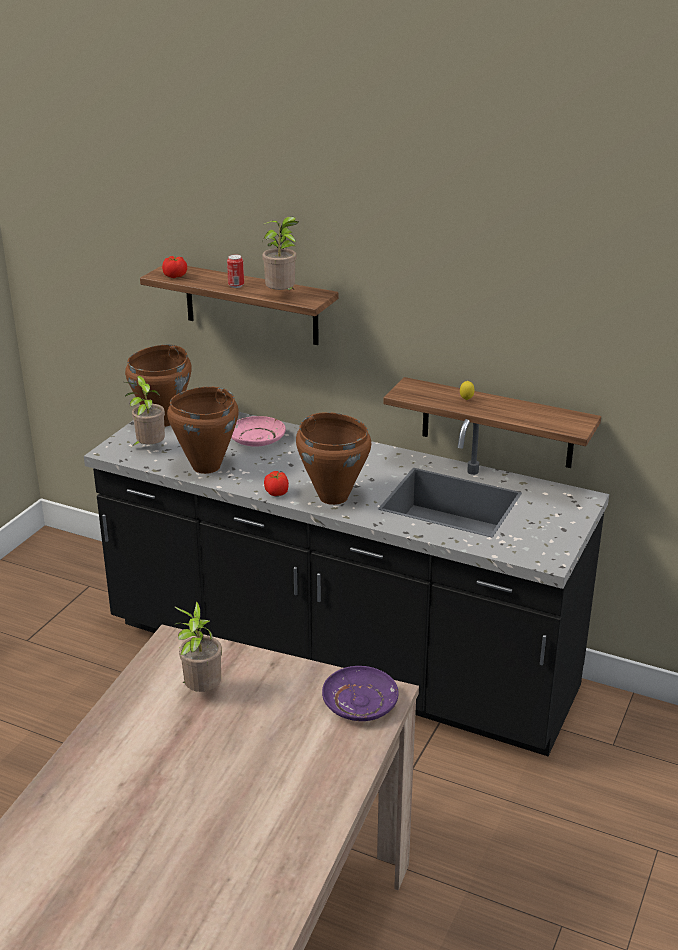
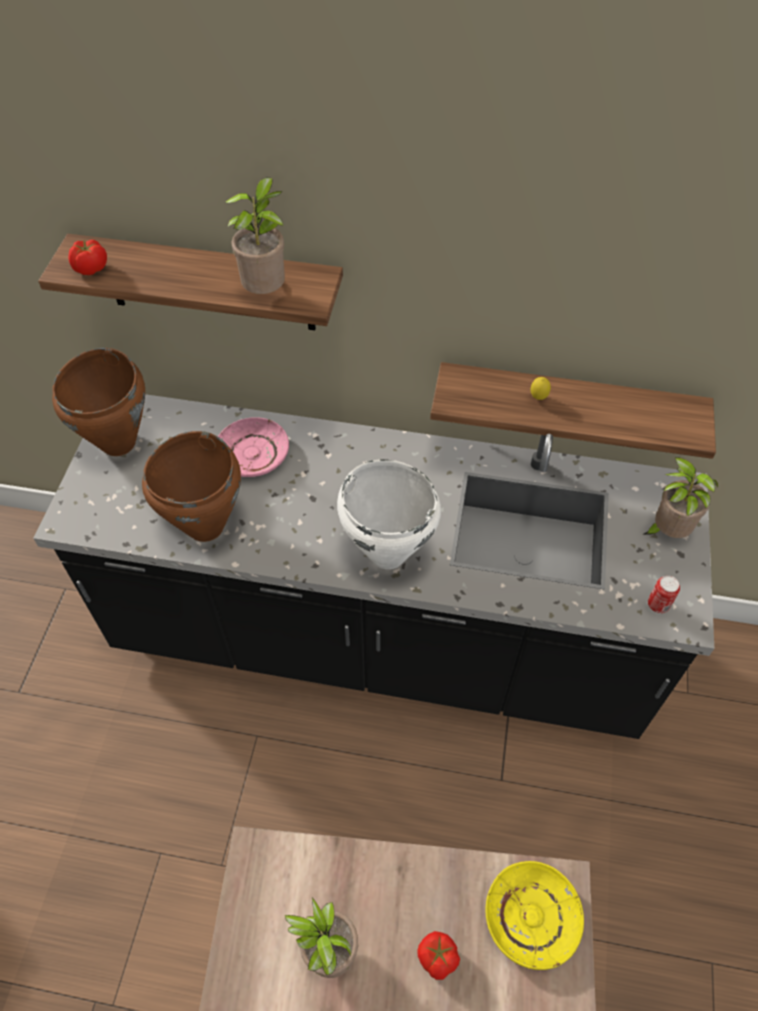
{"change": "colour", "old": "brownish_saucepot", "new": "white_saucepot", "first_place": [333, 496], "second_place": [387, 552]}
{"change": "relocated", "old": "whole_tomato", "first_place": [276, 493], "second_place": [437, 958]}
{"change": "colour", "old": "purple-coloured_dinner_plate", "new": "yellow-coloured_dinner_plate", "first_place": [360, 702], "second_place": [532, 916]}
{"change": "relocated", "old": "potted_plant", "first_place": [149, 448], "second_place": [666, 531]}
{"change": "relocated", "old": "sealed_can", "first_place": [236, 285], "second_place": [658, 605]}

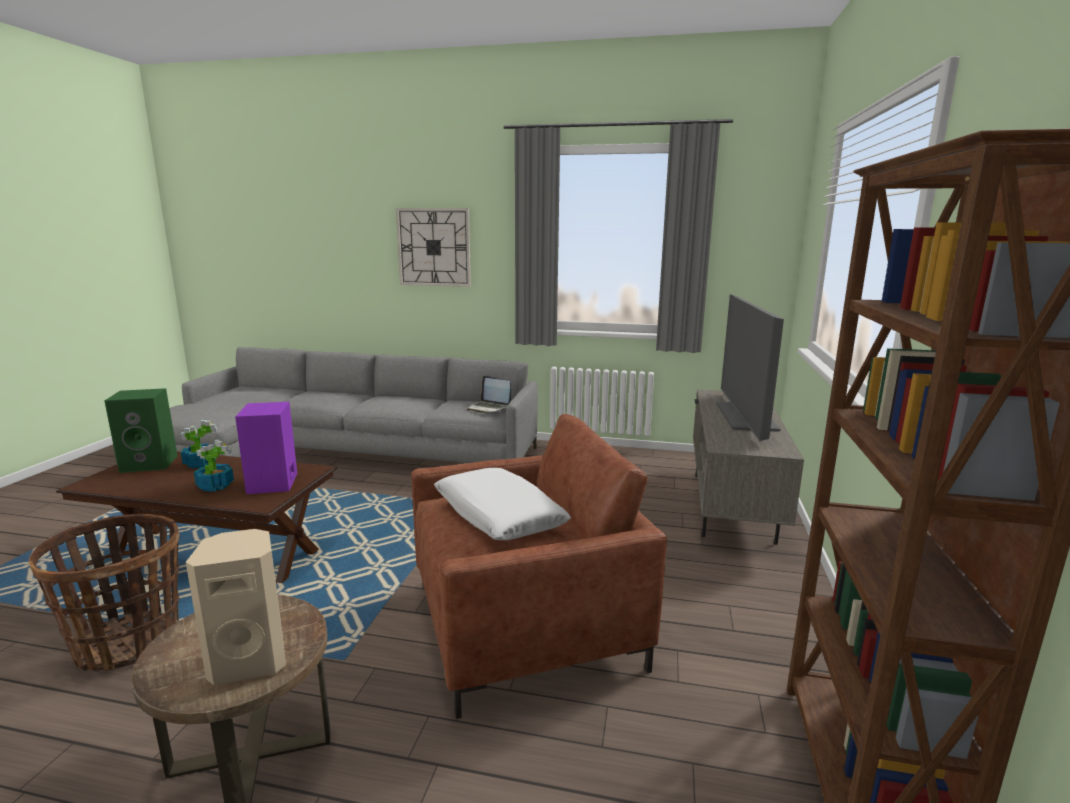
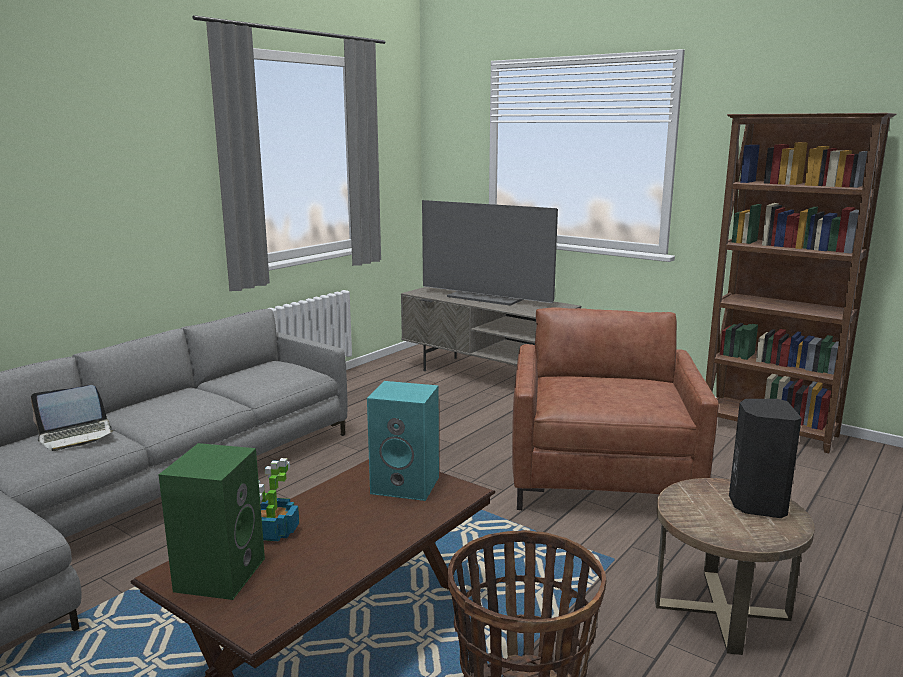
{"change": "relocated", "old": "laptop", "first_place": [489, 408], "second_place": [76, 436]}
{"change": "colour", "old": "purple-coloured_speaker", "new": "blue-green_speaker", "first_place": [273, 484], "second_place": [407, 485]}
{"change": "colour", "old": "beige-coloured_speaker", "new": "black_speaker", "first_place": [250, 661], "second_place": [755, 505]}
{"change": "missing", "old": "potted_plant", "first_place": [215, 486]}
{"change": "missing", "old": "clock_on_the_wall", "first_place": [434, 247]}
{"change": "missing", "old": "white_pillow", "first_place": [498, 516]}

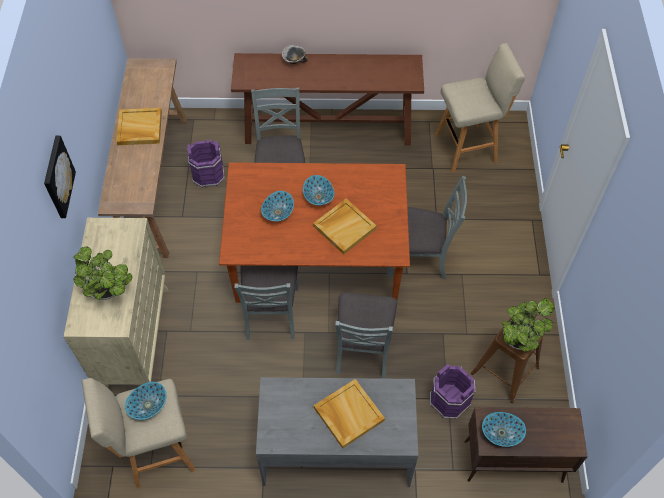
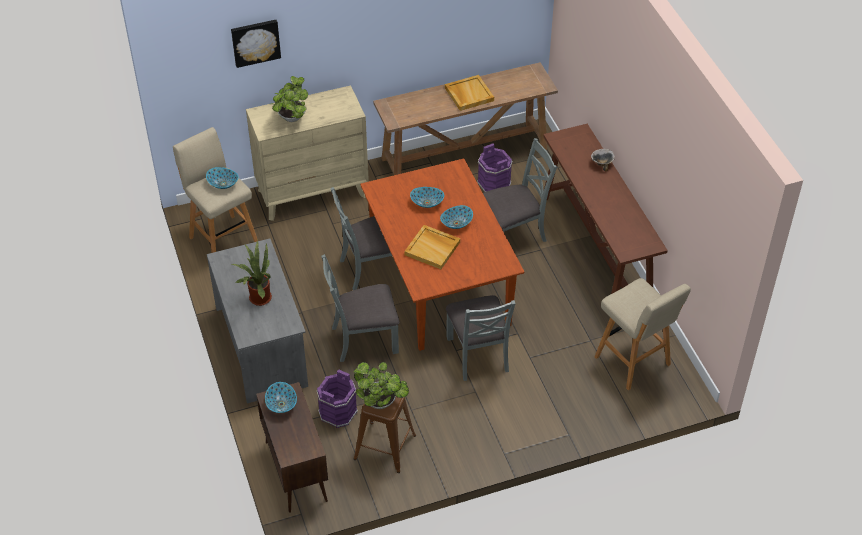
{"change": "relocated", "old": "picture", "first_place": [57, 177], "second_place": [255, 42]}
{"change": "exchanged", "old": "beige-coloured_serving_tray", "new": "potted_plant", "first_place": [348, 414], "second_place": [258, 297]}

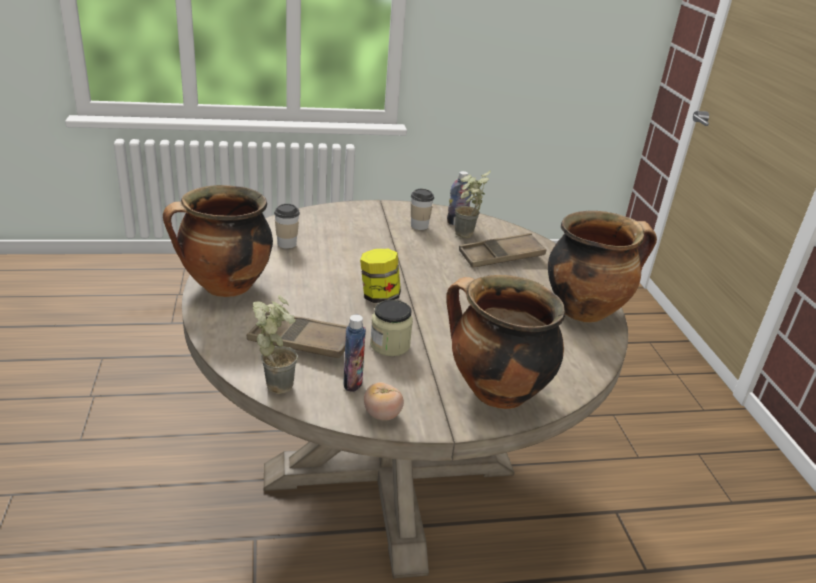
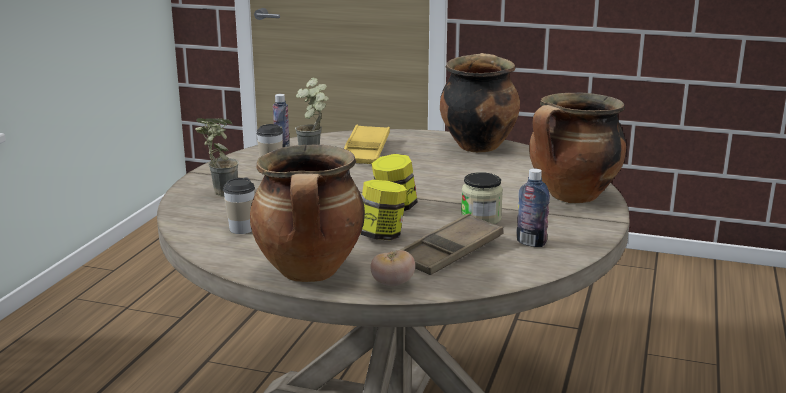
{"change": "relocated", "old": "potted_plant", "first_place": [276, 381], "second_place": [218, 193]}
{"change": "colour", "old": "brownish_serving_tray", "new": "yellow-coloured_serving_tray", "first_place": [501, 256], "second_place": [365, 151]}
{"change": "appeared", "new": "preserve_jar", "second_place": [382, 236]}
{"change": "relocated", "old": "whole_tomato", "first_place": [382, 415], "second_place": [392, 284]}

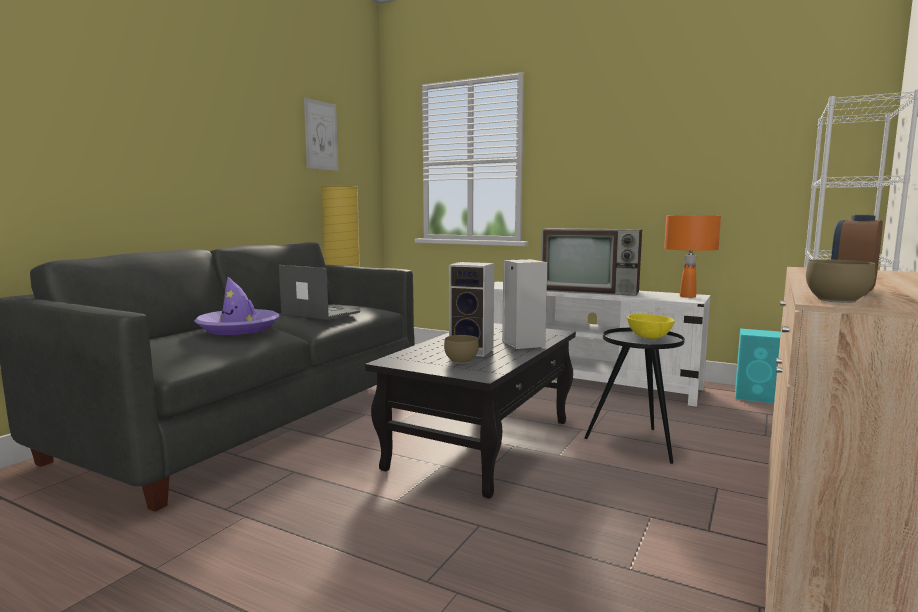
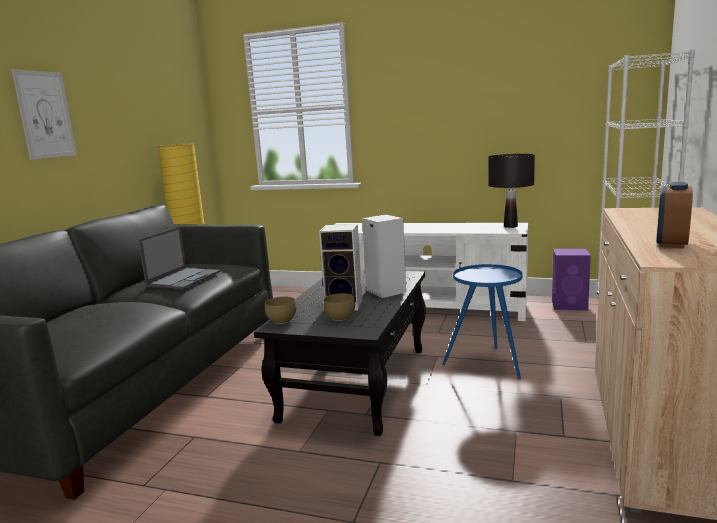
{"change": "relocated", "old": "picture", "first_place": [321, 135], "second_place": [45, 115]}
{"change": "spun", "old": "laptop", "first_place": [319, 313], "second_place": [184, 278], "degrees": 90}
{"change": "relocated", "old": "brownish_bowl", "first_place": [838, 301], "second_place": [282, 321]}
{"change": "colour", "old": "black_end_table", "new": "blue_end_table", "first_place": [636, 445], "second_place": [487, 365]}
{"change": "colour", "old": "orange-coloured_lamp_for_a_table", "new": "black_lamp_for_a_table", "first_place": [687, 296], "second_place": [510, 226]}
{"change": "colour", "old": "blue-green_speaker", "new": "purple-coloured_speaker", "first_place": [756, 396], "second_place": [570, 305]}
{"change": "missing", "old": "purple-coloured_hat", "first_place": [238, 328]}
{"change": "missing", "old": "TV_set", "first_place": [591, 291]}
{"change": "missing", "old": "yellow-coloured_bowl", "first_place": [649, 337]}

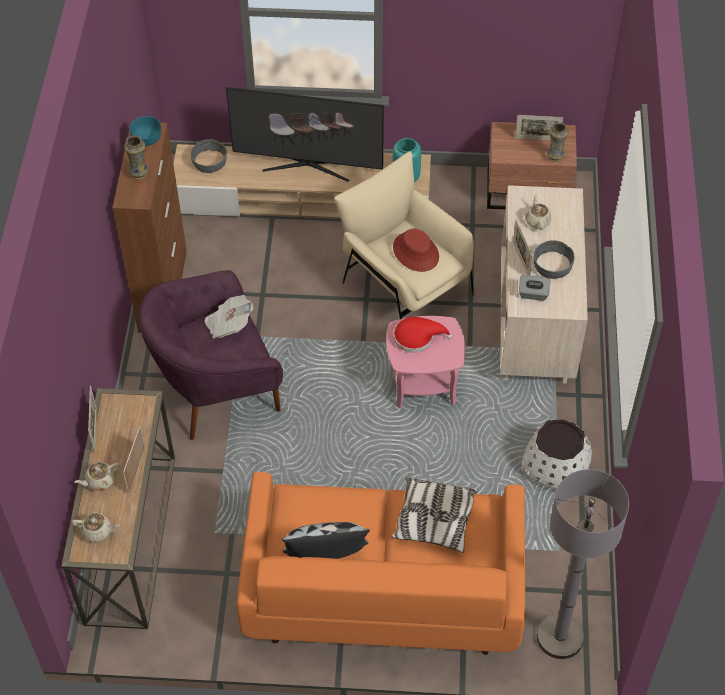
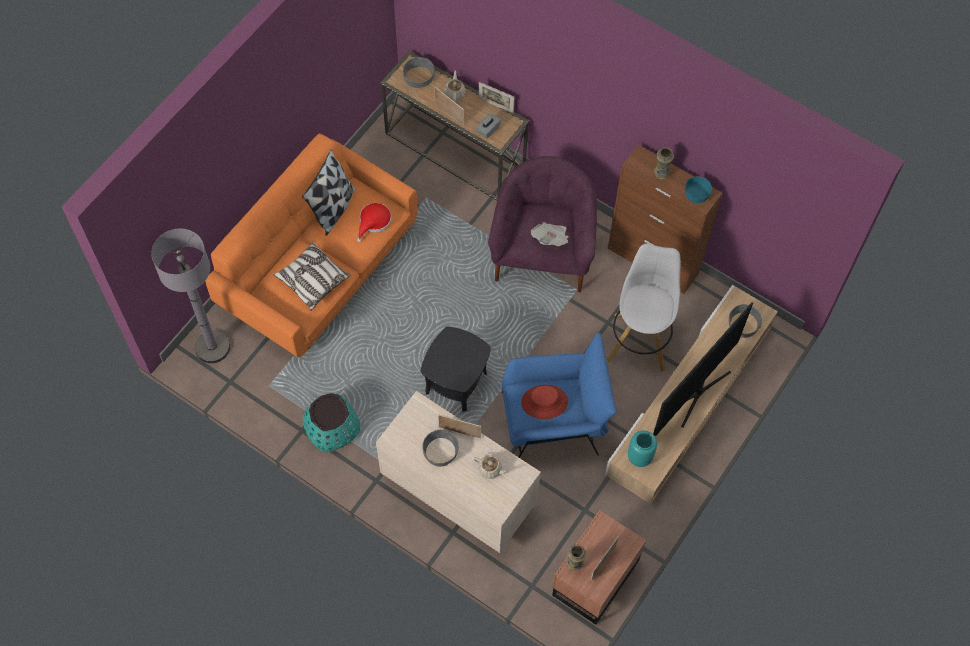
{"change": "colour", "old": "white_planter", "new": "blue-green_planter", "first_place": [555, 464], "second_place": [332, 426]}
{"change": "relocated", "old": "red-coloured_hat", "first_place": [417, 337], "second_place": [374, 222]}
{"change": "exchanged", "old": "beige-coloured_tea_pot", "new": "greyish_bowl", "first_place": [97, 531], "second_place": [419, 76]}
{"change": "colour", "old": "pinkish_end_table", "new": "black_end_table", "first_place": [423, 384], "second_place": [456, 382]}
{"change": "relocated", "old": "greyish_tissue_holder", "first_place": [533, 294], "second_place": [488, 129]}
{"change": "colour", "old": "beige-coloured_armchair", "new": "blue_armchair", "first_place": [404, 286], "second_place": [554, 423]}
{"change": "appeared", "new": "white_stool", "second_place": [639, 341]}

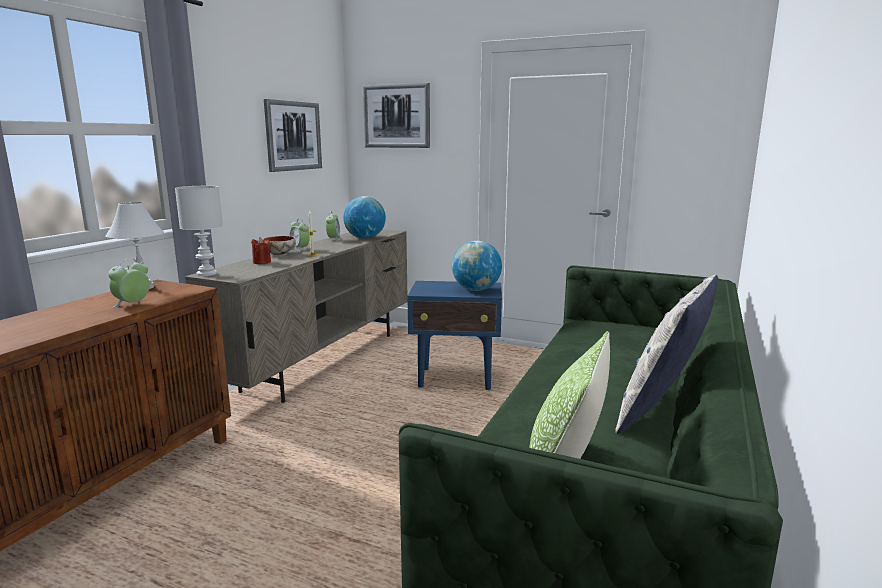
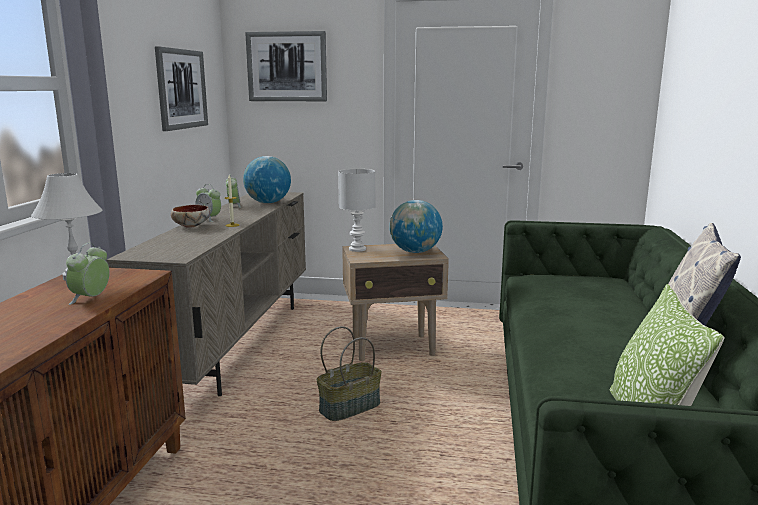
{"change": "appeared", "new": "storage_basket", "second_place": [349, 407]}
{"change": "relocated", "old": "white_lamp_for_a_table", "first_place": [206, 274], "second_place": [357, 249]}
{"change": "colour", "old": "blue_end_table", "new": "beige-coloured_end_table", "first_place": [456, 380], "second_place": [394, 348]}
{"change": "missing", "old": "red-coloured_wax_candle", "first_place": [262, 262]}

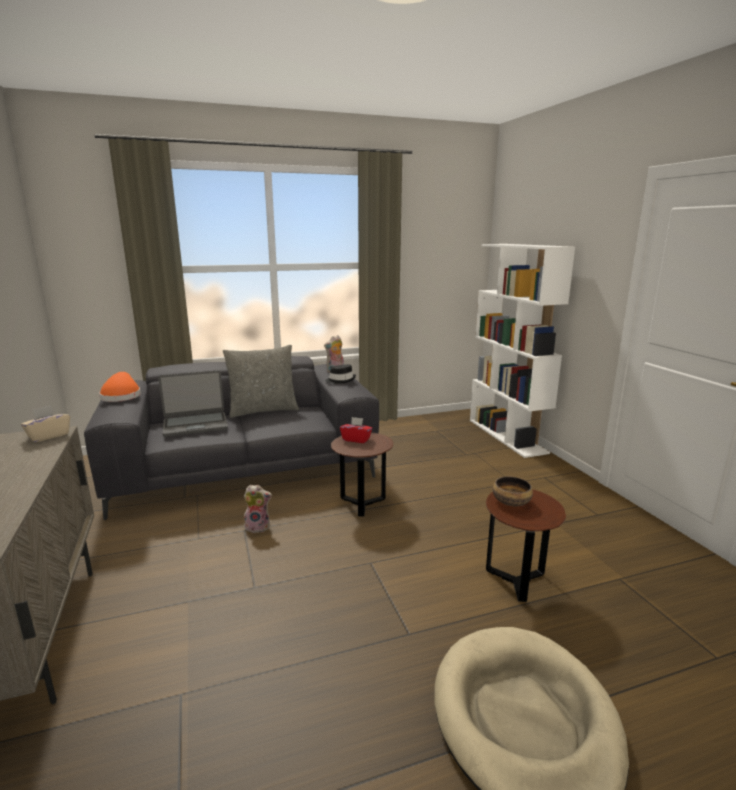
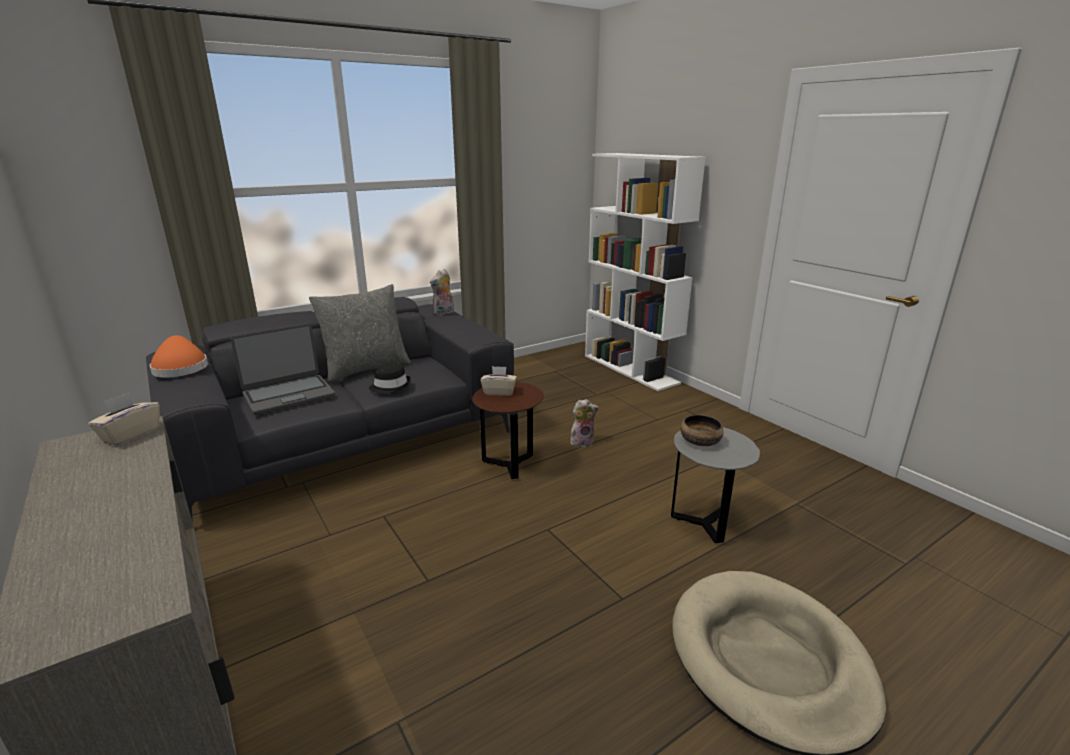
{"change": "relocated", "old": "black_hat", "first_place": [341, 380], "second_place": [390, 386]}
{"change": "colour", "old": "red-coloured_tissue_holder", "new": "beige-coloured_tissue_holder", "first_place": [356, 439], "second_place": [499, 392]}
{"change": "relocated", "old": "soft_toy", "first_place": [258, 527], "second_place": [582, 441]}
{"change": "colour", "old": "brownish_end_table", "new": "greyish_end_table", "first_place": [516, 582], "second_place": [704, 523]}

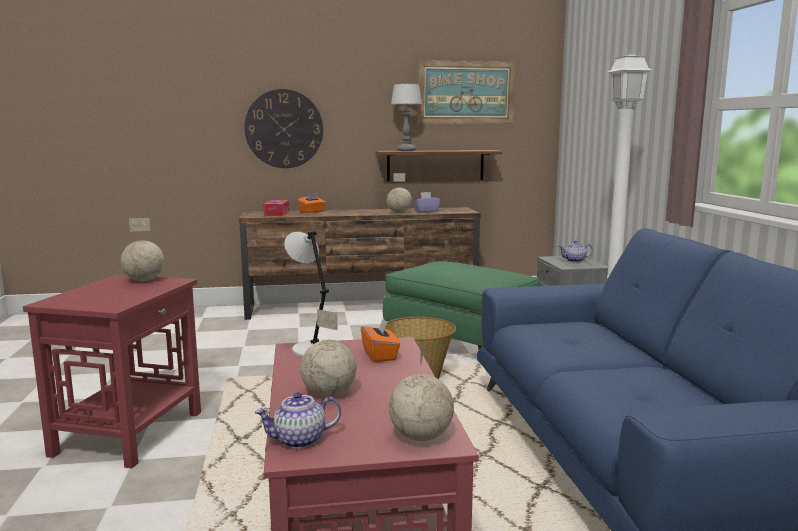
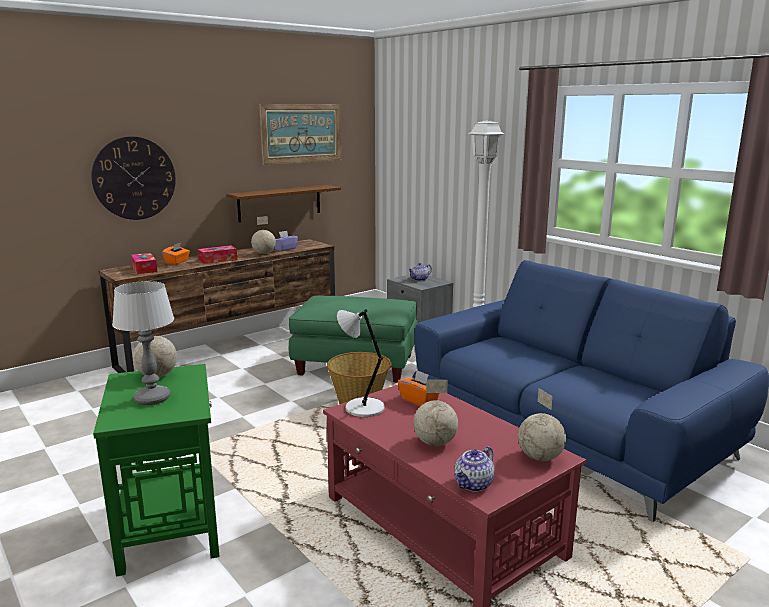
{"change": "colour", "old": "red-coloured_end_table", "new": "green_end_table", "first_place": [130, 433], "second_place": [171, 527]}
{"change": "relocated", "old": "lamp_for_a_table", "first_place": [406, 150], "second_place": [153, 398]}
{"change": "appeared", "new": "tissue_holder", "second_place": [218, 260]}

